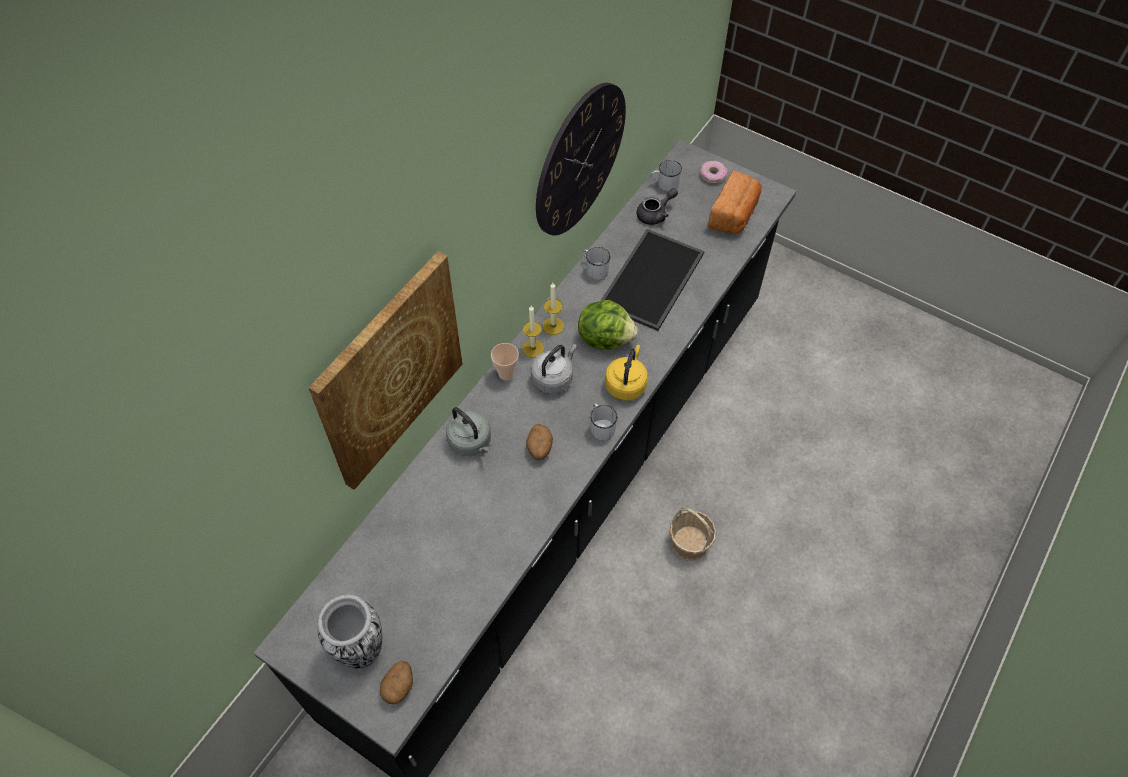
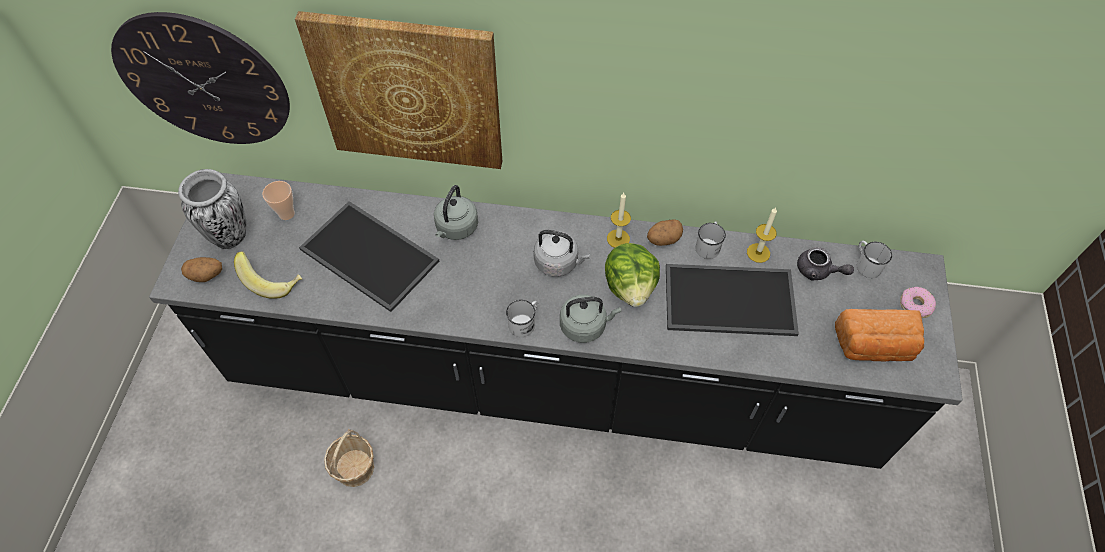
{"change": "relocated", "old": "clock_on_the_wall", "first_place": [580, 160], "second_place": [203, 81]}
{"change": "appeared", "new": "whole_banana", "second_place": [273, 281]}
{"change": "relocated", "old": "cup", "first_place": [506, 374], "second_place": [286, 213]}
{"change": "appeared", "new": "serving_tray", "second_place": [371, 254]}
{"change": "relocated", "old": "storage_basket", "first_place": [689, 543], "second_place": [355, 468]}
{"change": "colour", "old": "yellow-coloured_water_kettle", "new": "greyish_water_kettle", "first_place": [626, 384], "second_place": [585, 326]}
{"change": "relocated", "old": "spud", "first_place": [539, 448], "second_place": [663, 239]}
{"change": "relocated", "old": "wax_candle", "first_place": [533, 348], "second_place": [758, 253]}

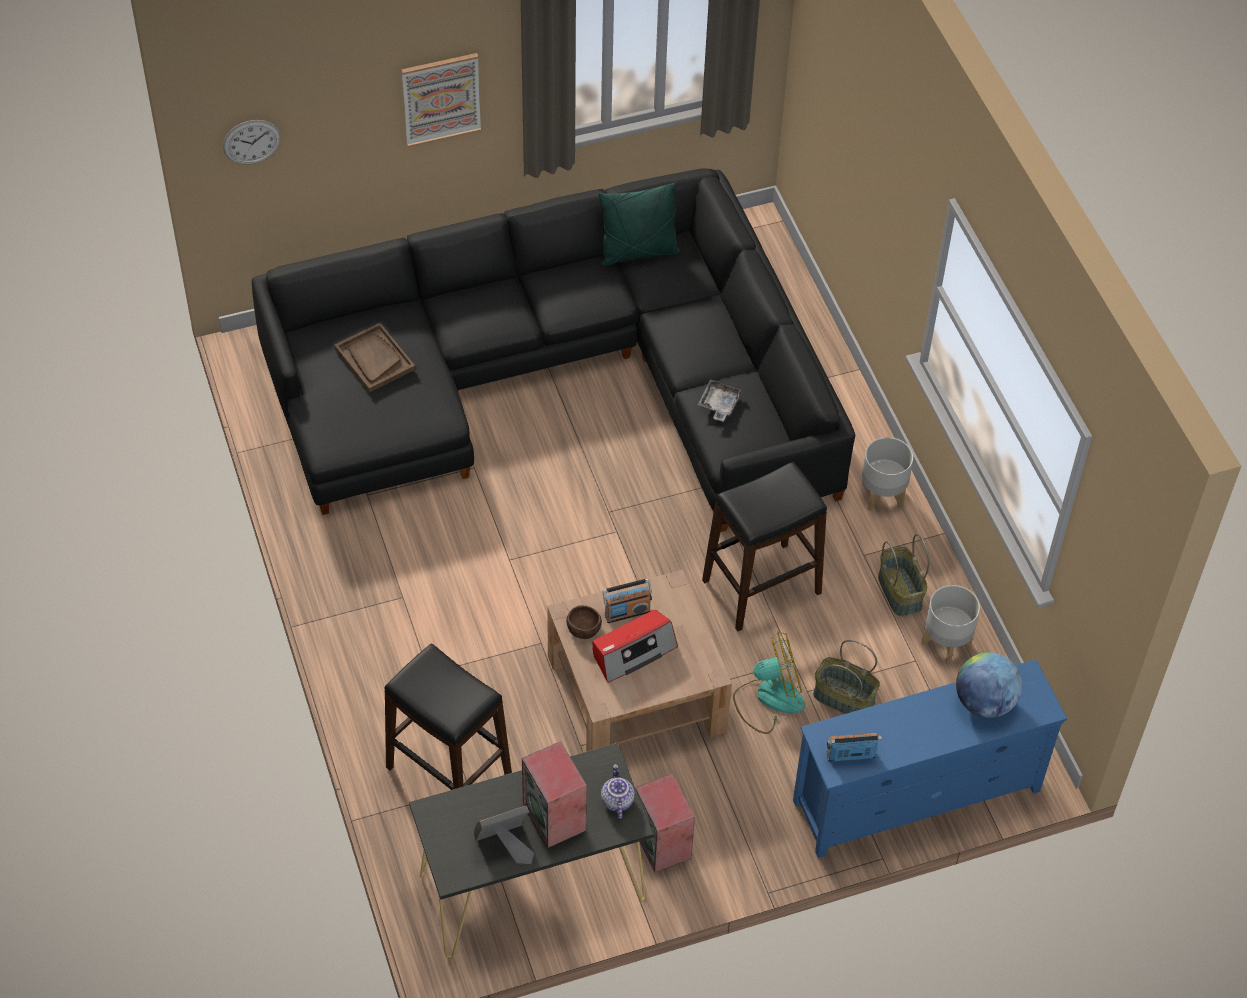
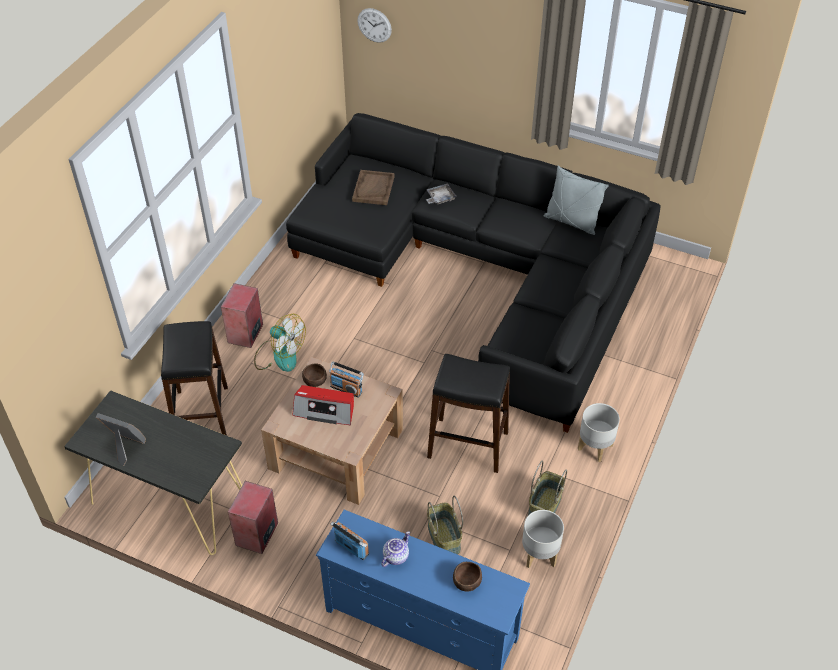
{"change": "relocated", "old": "speaker", "first_place": [555, 817], "second_place": [245, 334]}
{"change": "relocated", "old": "cooling_fan", "first_place": [768, 698], "second_place": [279, 355]}
{"change": "relocated", "old": "tea_pot", "first_place": [616, 800], "second_place": [395, 556]}
{"change": "relocated", "old": "greyish_serving_tray", "first_place": [718, 404], "second_place": [440, 198]}
{"change": "exchanged", "old": "desk_globe", "new": "brownish_bowl", "first_place": [984, 702], "second_place": [466, 582]}
{"change": "colour", "old": "green_pillow", "new": "greyish_pillow", "first_place": [638, 252], "second_place": [571, 222]}
{"change": "missing", "old": "picture", "first_place": [441, 98]}

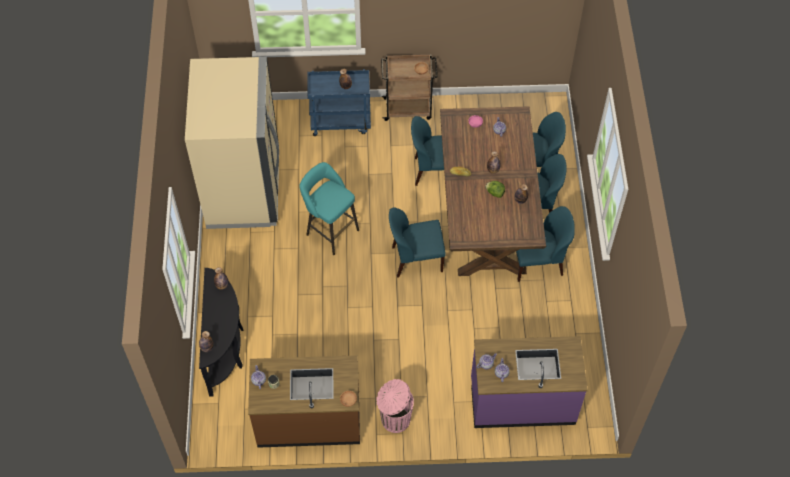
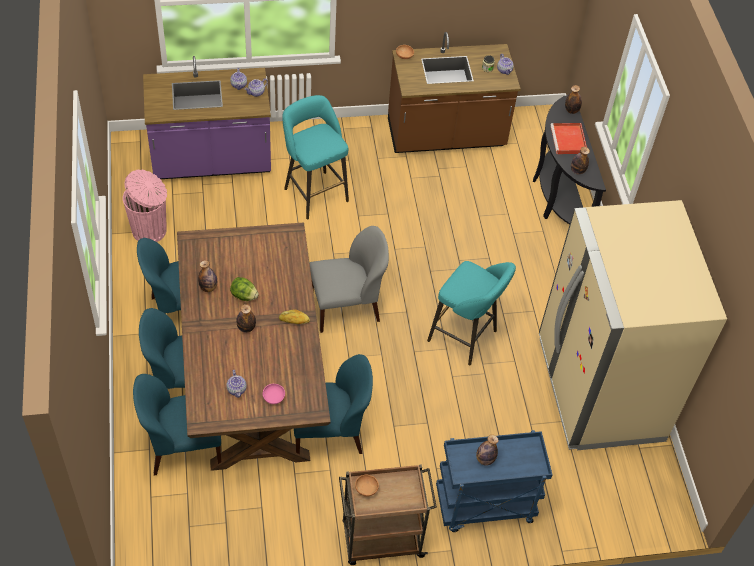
{"change": "relocated", "old": "pinkish_trash_can", "first_place": [394, 419], "second_place": [150, 230]}
{"change": "appeared", "new": "blue-green_stool", "second_place": [314, 192]}
{"change": "colour", "old": "blue_chair", "new": "greyish_chair", "first_place": [415, 259], "second_place": [346, 307]}
{"change": "appeared", "new": "red-coloured_serving_tray", "second_place": [568, 140]}

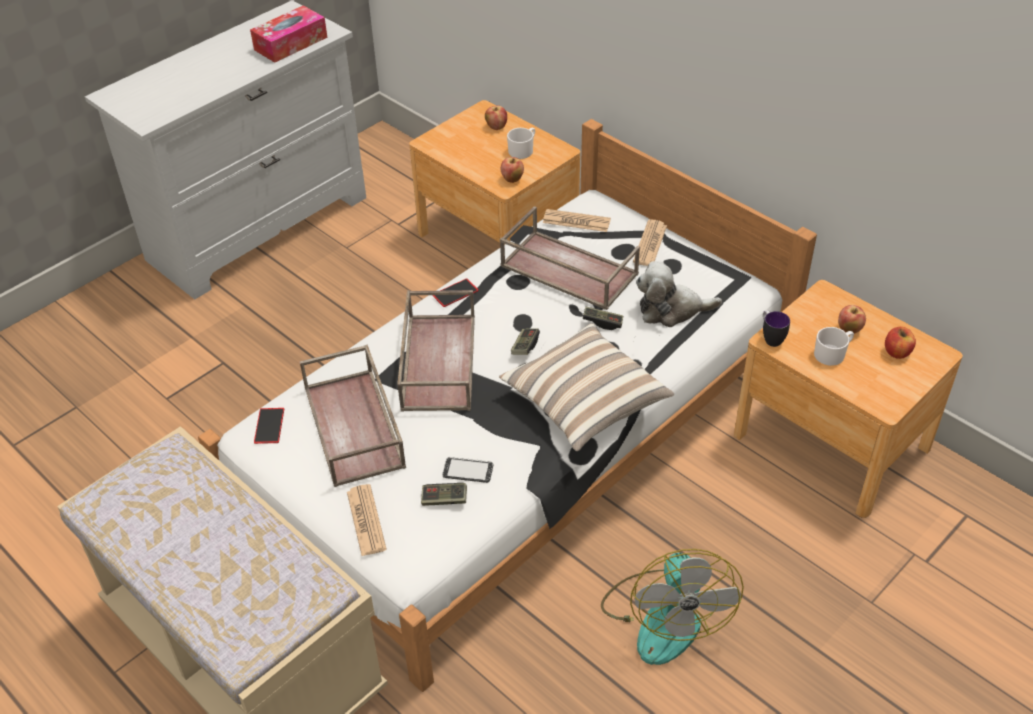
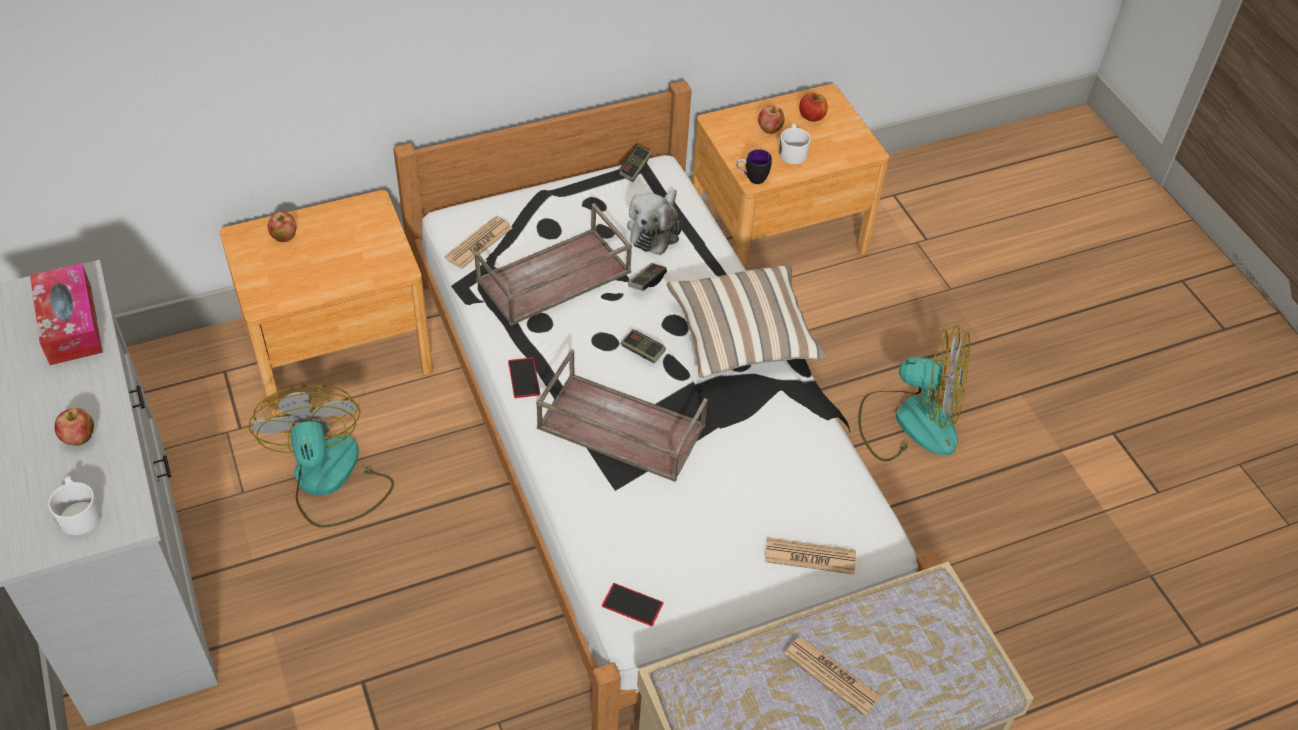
{"change": "relocated", "old": "white_coffee_mug", "first_place": [523, 150], "second_place": [79, 514]}
{"change": "relocated", "old": "apple_fruit", "first_place": [512, 179], "second_place": [79, 438]}
{"change": "appeared", "new": "cooling_fan", "second_place": [330, 481]}
{"change": "relocated", "old": "joypad", "first_place": [444, 499], "second_place": [635, 169]}
{"change": "relocated", "old": "newspaper", "first_place": [650, 244], "second_place": [832, 676]}
{"change": "missing", "old": "brownish_serving_tray", "first_place": [355, 427]}
{"change": "missing", "old": "phone", "first_place": [468, 471]}

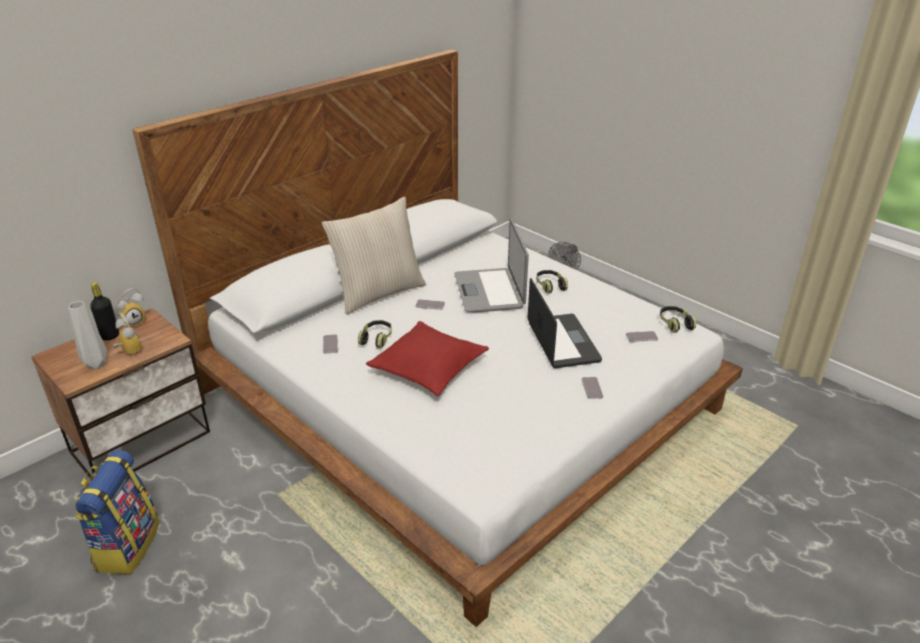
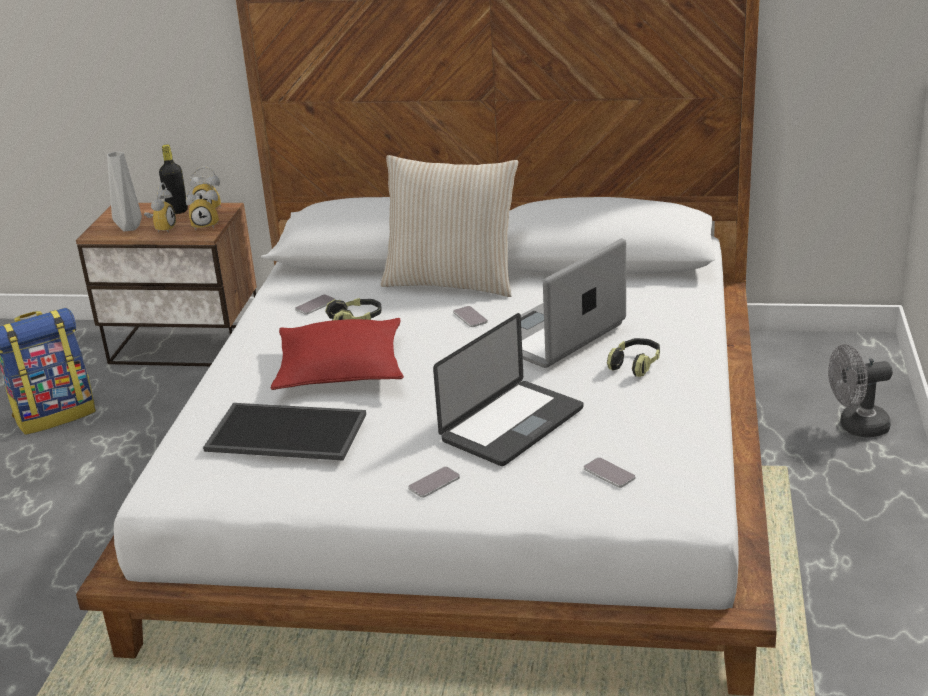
{"change": "appeared", "new": "bedside_clock", "second_place": [206, 225]}
{"change": "appeared", "new": "serving_tray", "second_place": [284, 433]}
{"change": "missing", "old": "headphones", "first_place": [675, 324]}

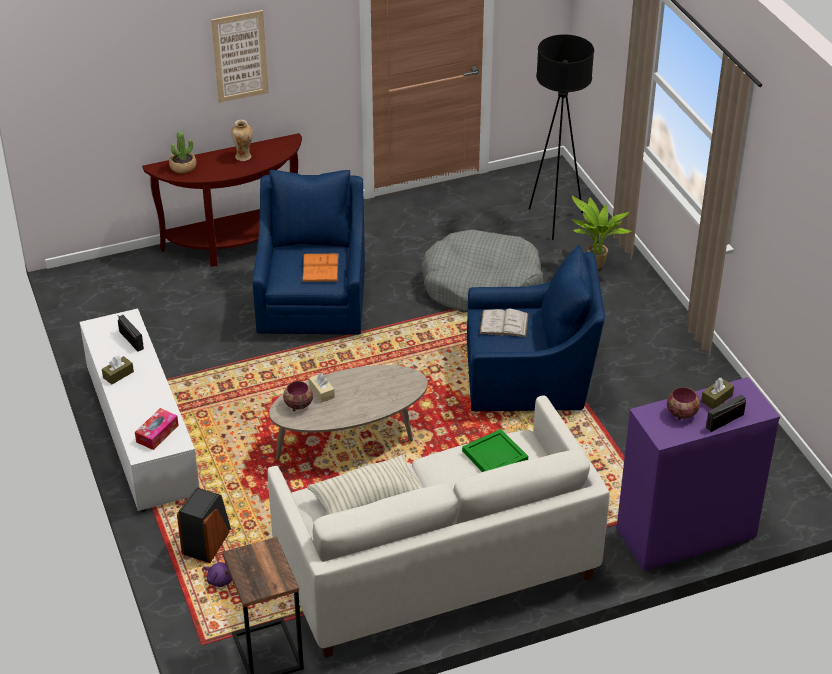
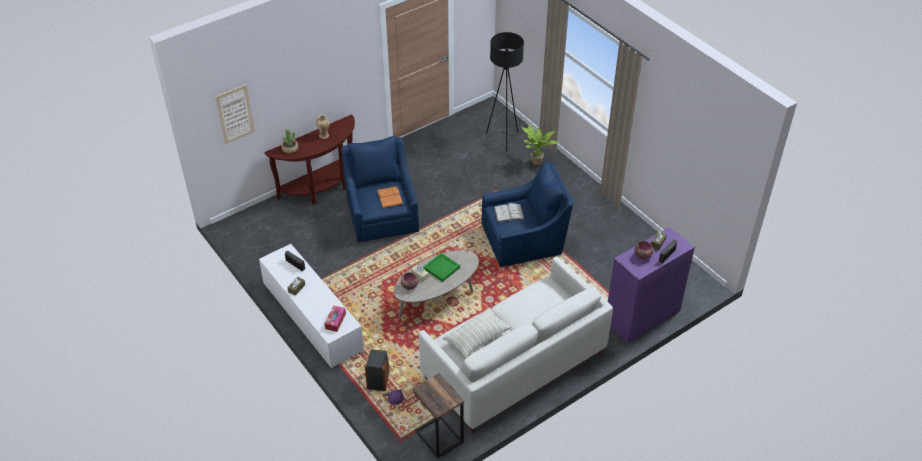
{"change": "relocated", "old": "picture", "first_place": [240, 56], "second_place": [235, 114]}
{"change": "relocated", "old": "green_serving_tray", "first_place": [494, 456], "second_place": [441, 268]}
{"change": "missing", "old": "greyish_dog_cushion", "first_place": [482, 286]}

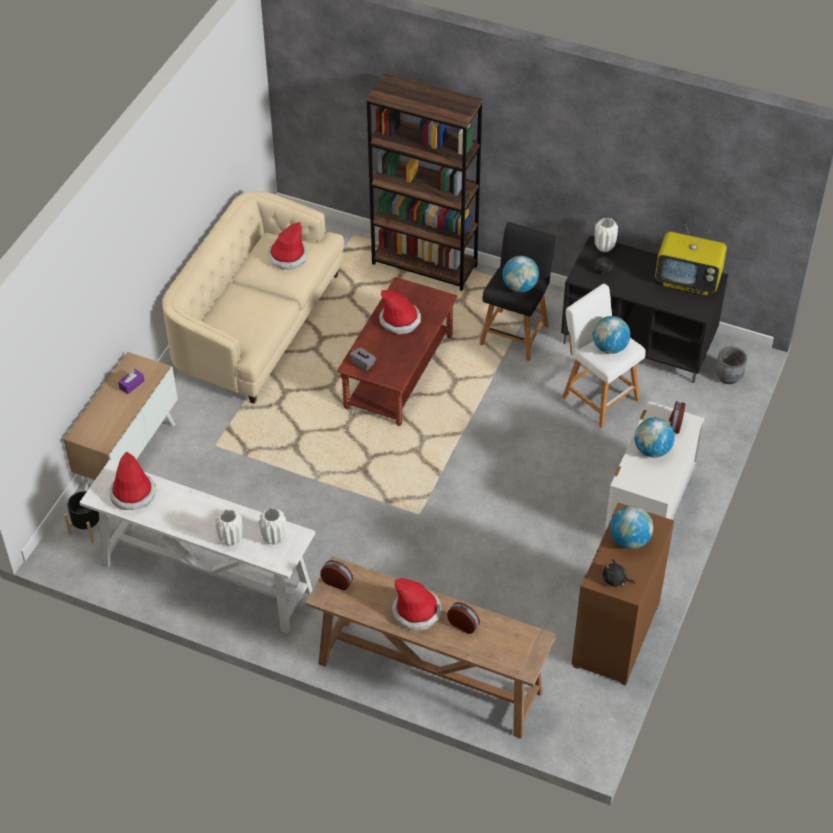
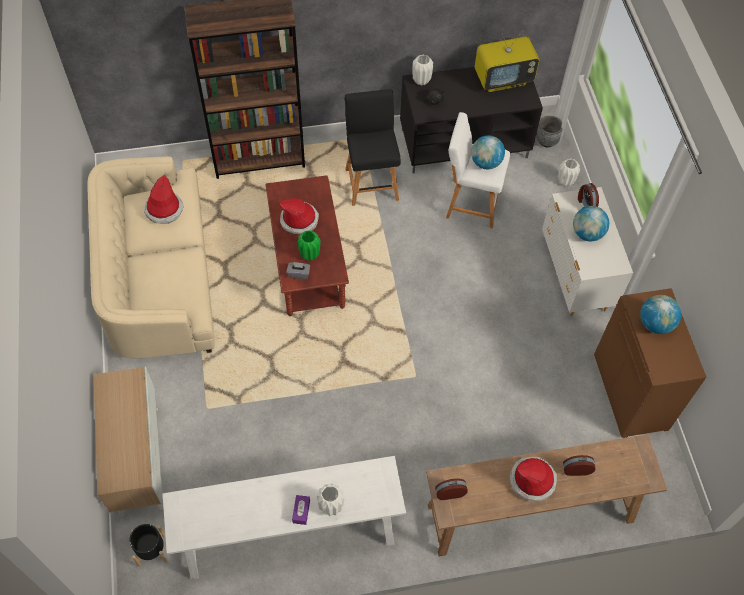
{"change": "relocated", "old": "purple-coloured_tissue_holder", "first_place": [132, 384], "second_place": [301, 511]}
{"change": "appeared", "new": "green_flower_vase", "second_place": [310, 254]}
{"change": "relocated", "old": "white_flower_vase", "first_place": [273, 538], "second_place": [565, 181]}
{"change": "missing", "old": "hat", "first_place": [133, 494]}
{"change": "missing", "old": "desk_globe", "first_place": [520, 287]}
{"change": "missing", "old": "black_soft_toy", "first_place": [615, 580]}

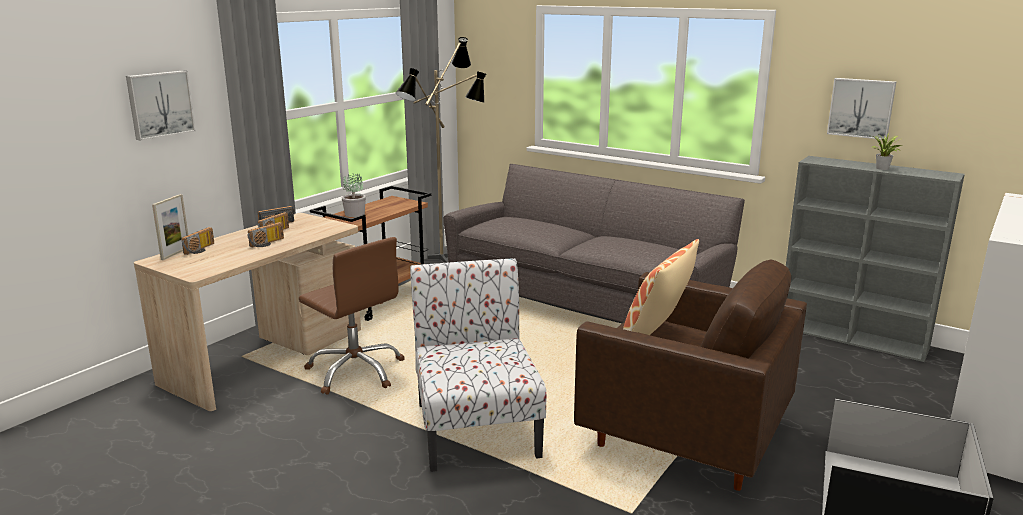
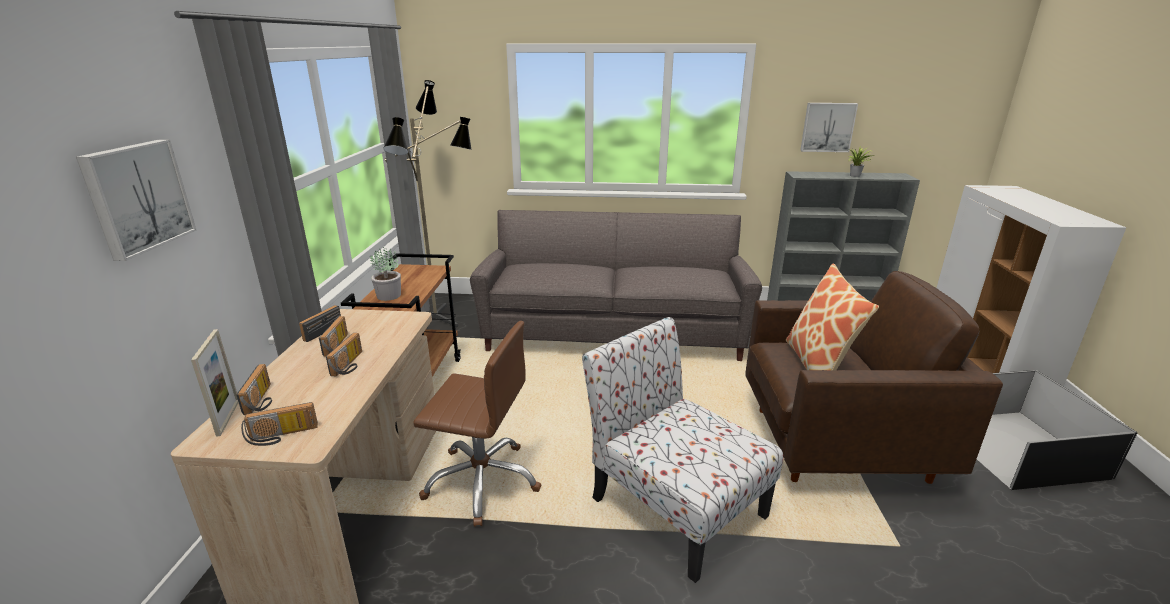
{"change": "appeared", "new": "radio_set", "second_place": [282, 436]}

